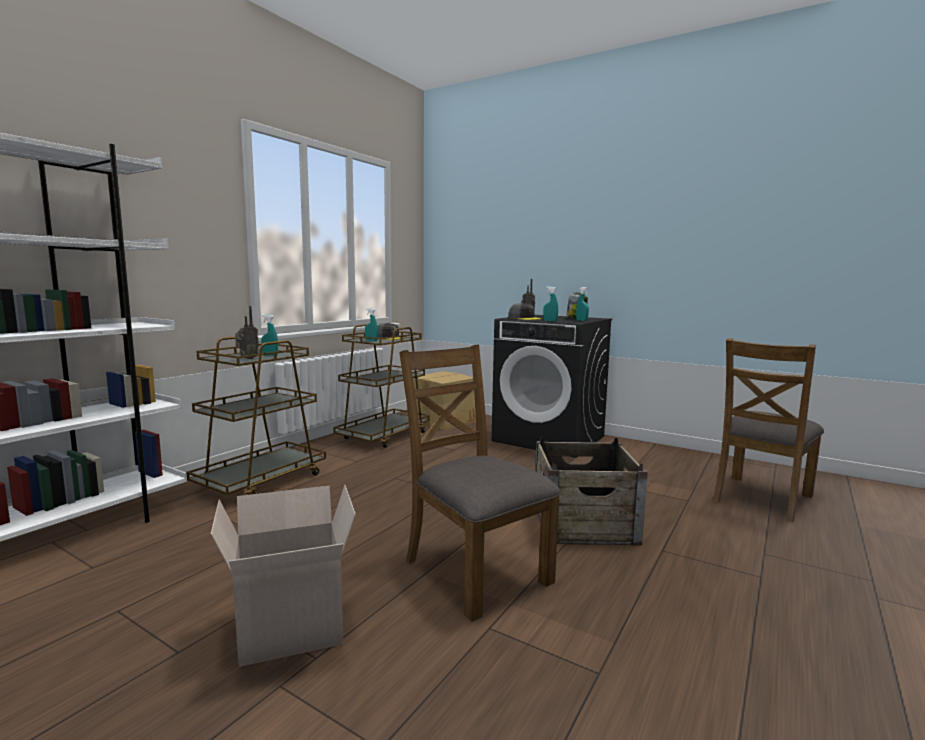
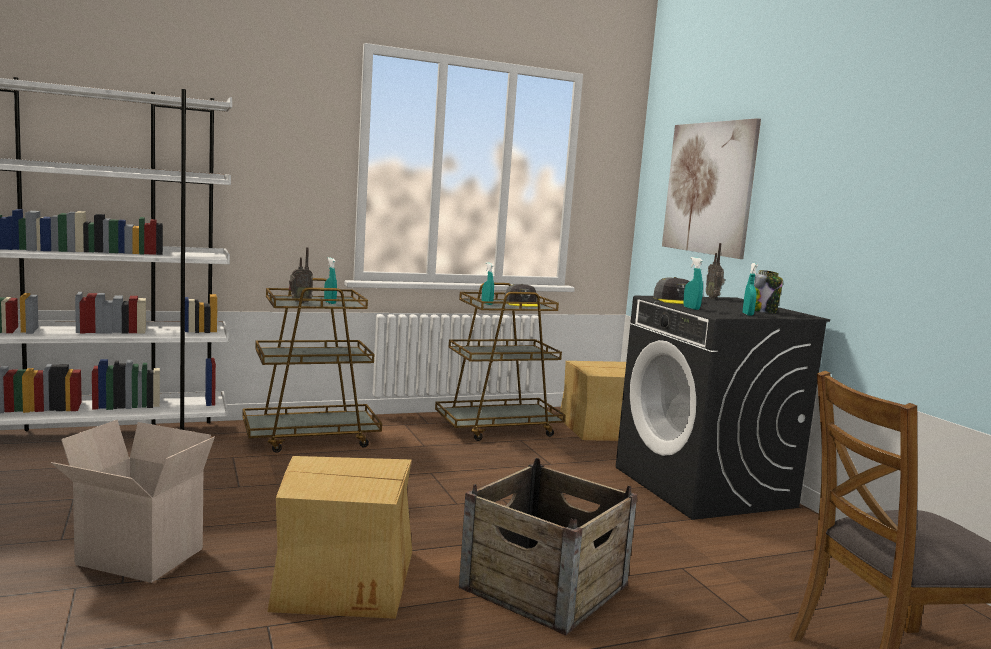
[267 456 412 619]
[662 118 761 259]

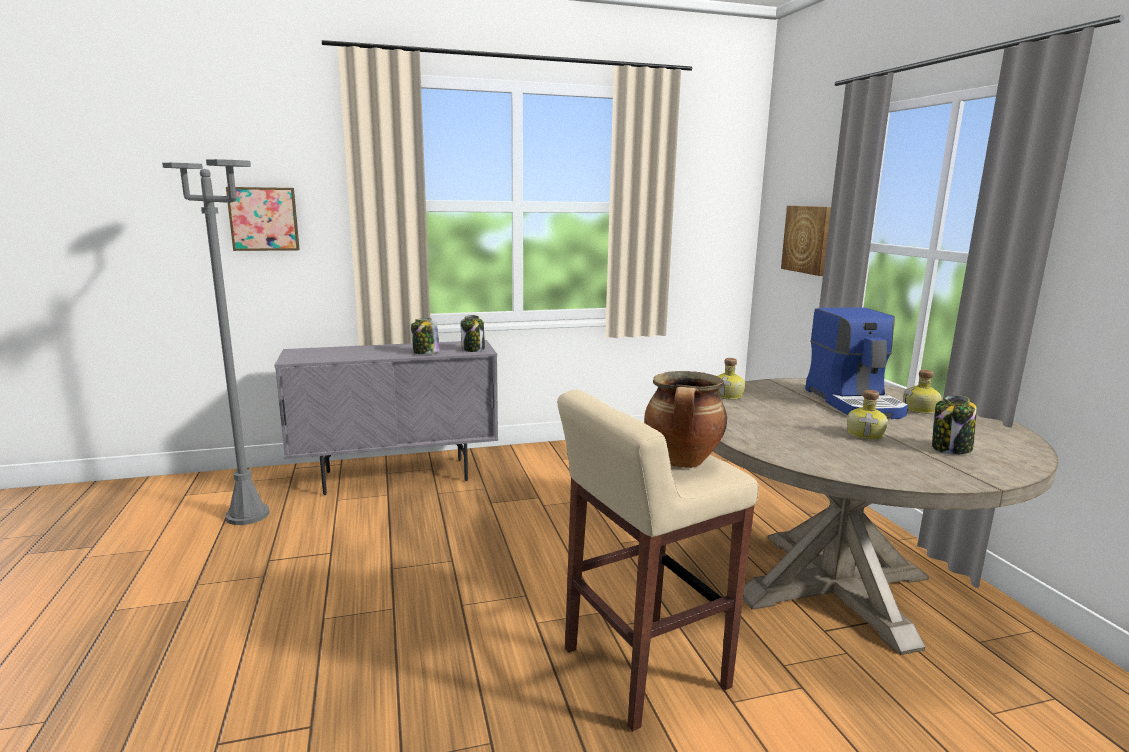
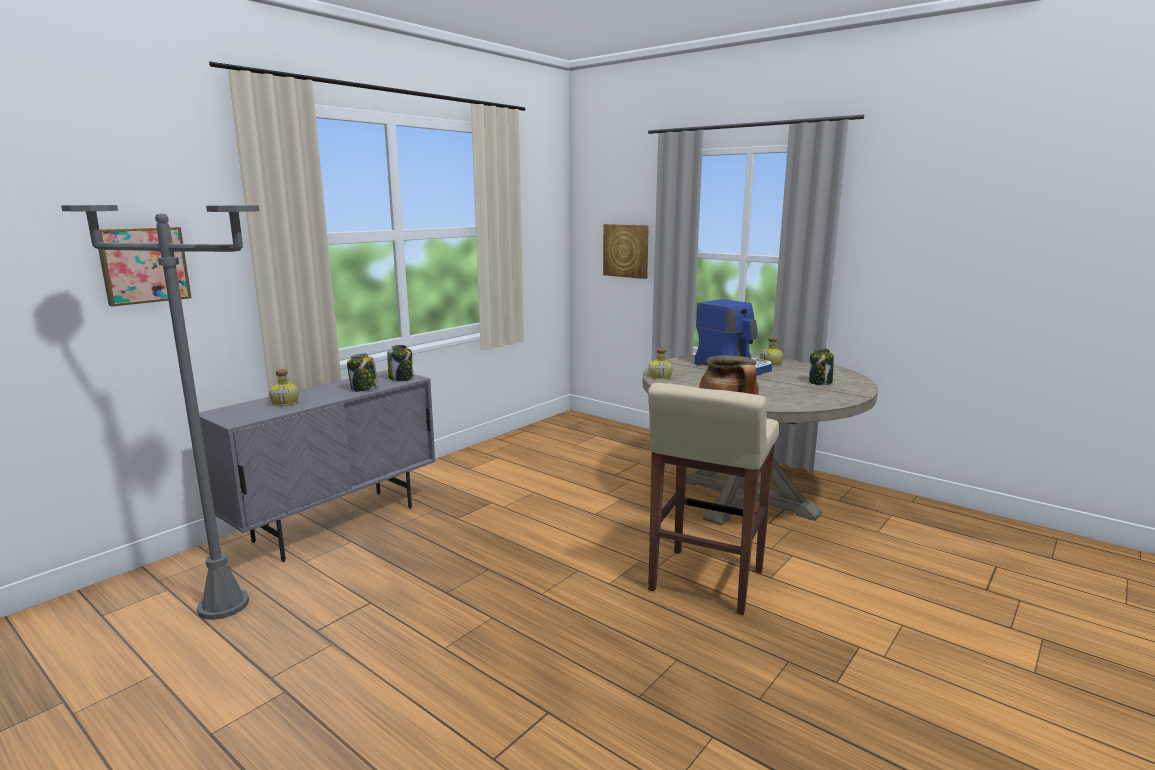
[269 369 299 406]

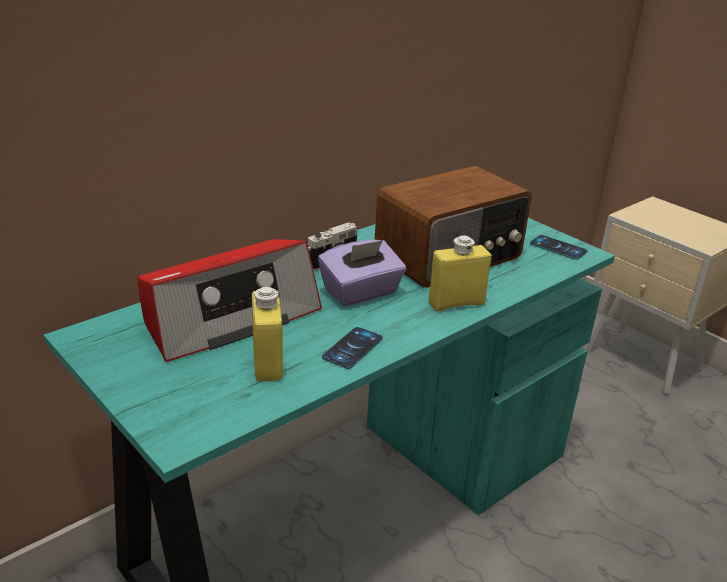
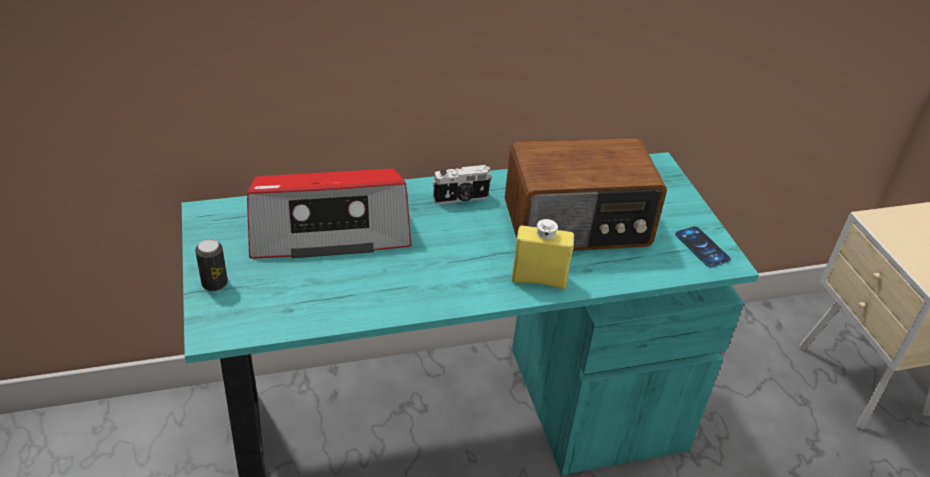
[195 239 228 291]
[252 287 283 381] (first image)
[318 239 406 306] (first image)
[322 327 383 369] (first image)

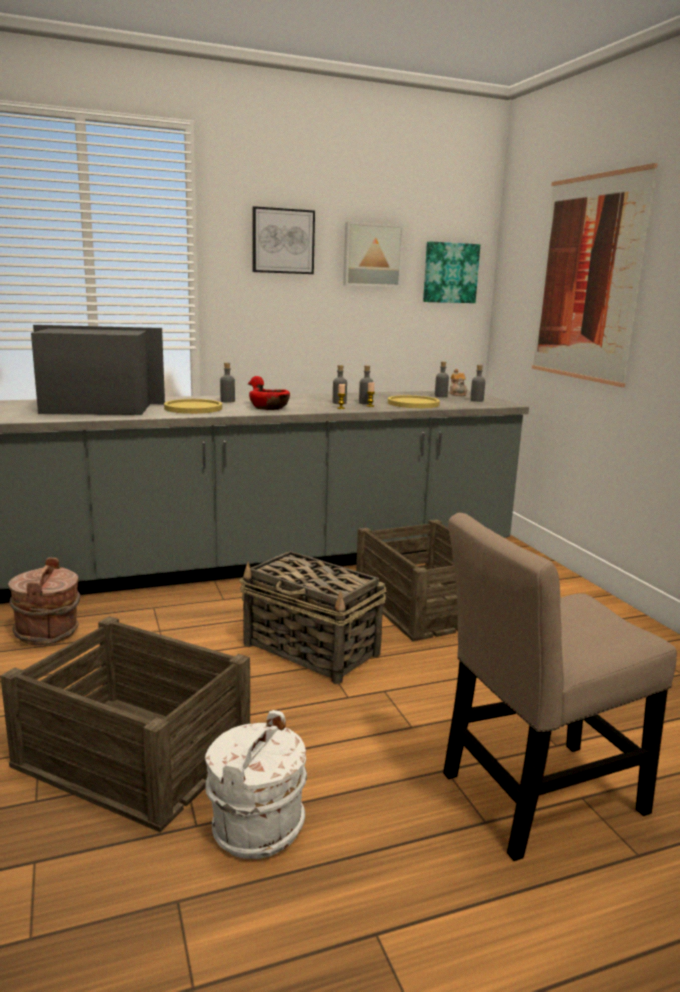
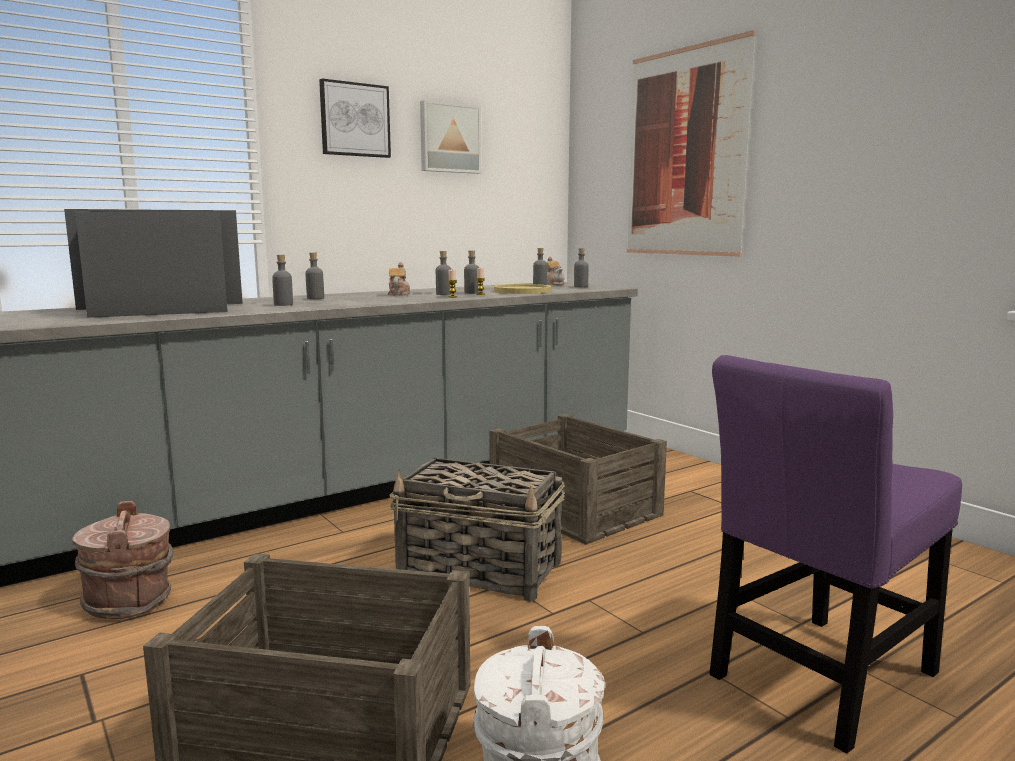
[272 255 293 306]
[388 262 410 296]
[710 355 962 753]
[248 376 290 410] (first image)
[423 241 480 303] (first image)

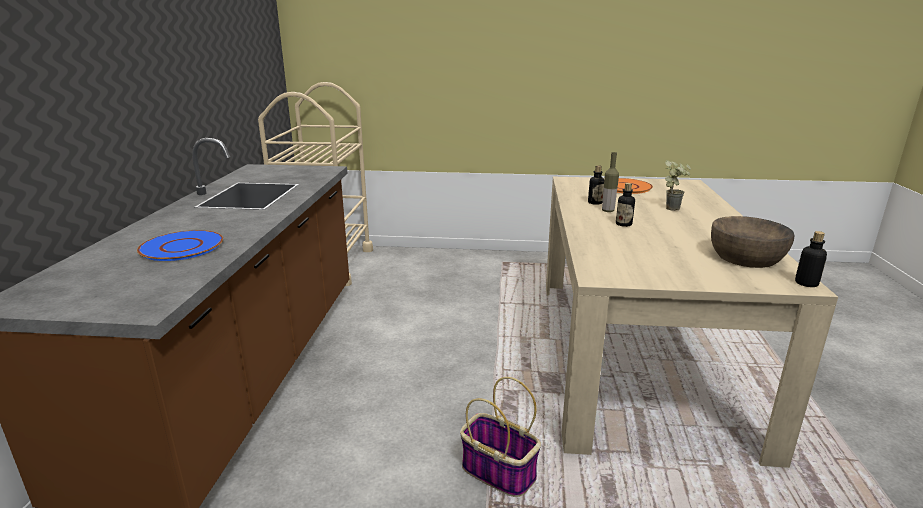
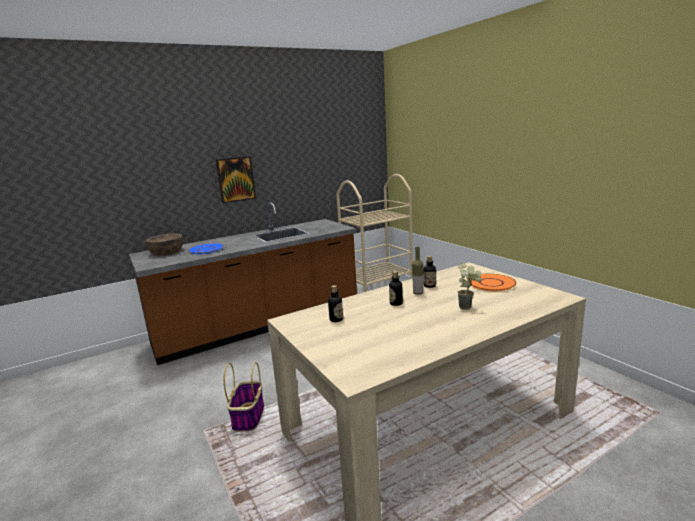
[145 234 183 256]
[216 156 256 203]
[328 285 343 322]

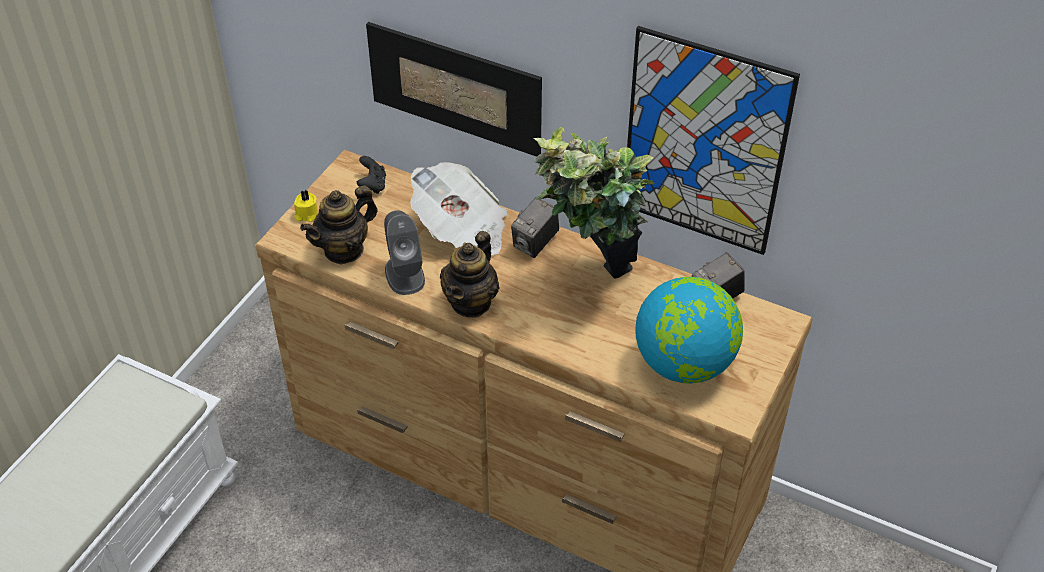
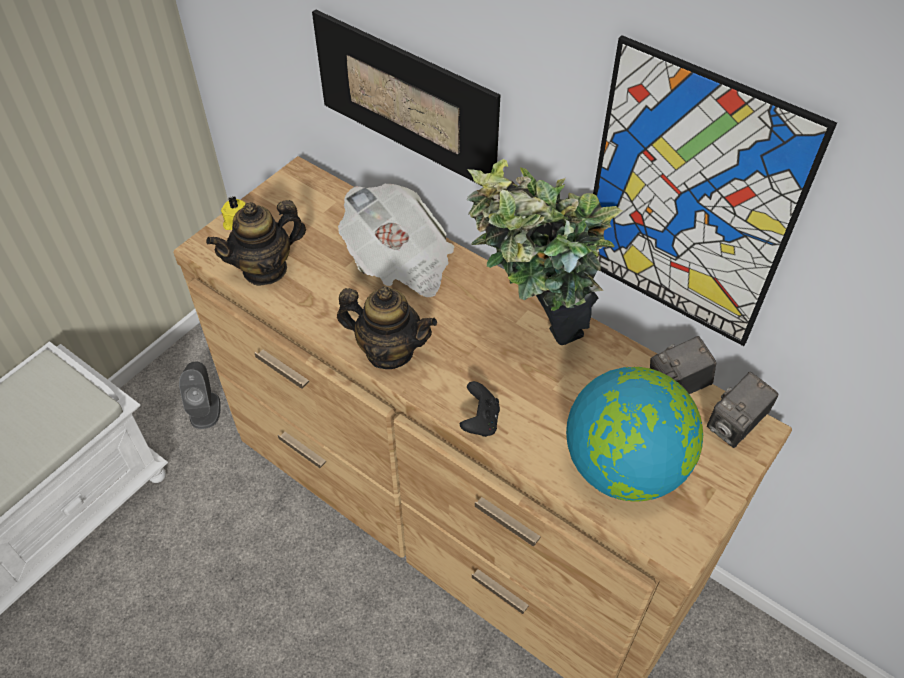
[179 362 221 429]
[337 286 437 369]
[460 381 500 437]
[707 372 778 448]

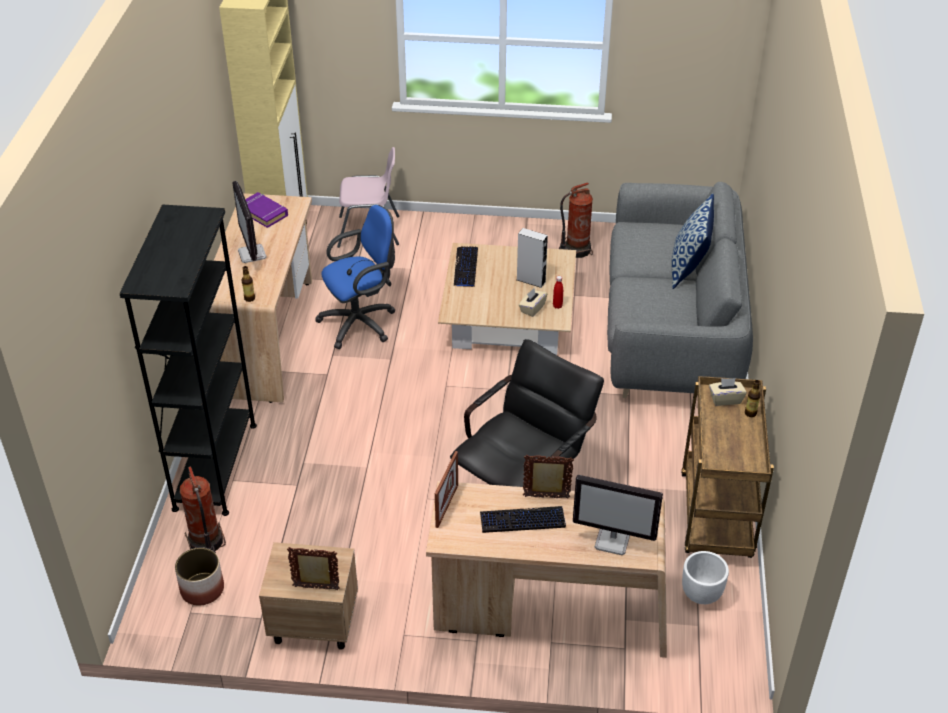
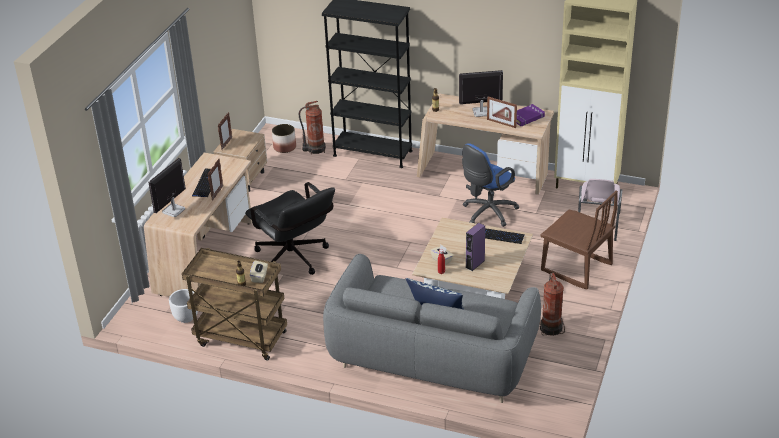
[462 143 519 227]
[466 223 485 271]
[487 97 517 128]
[541 190 618 290]

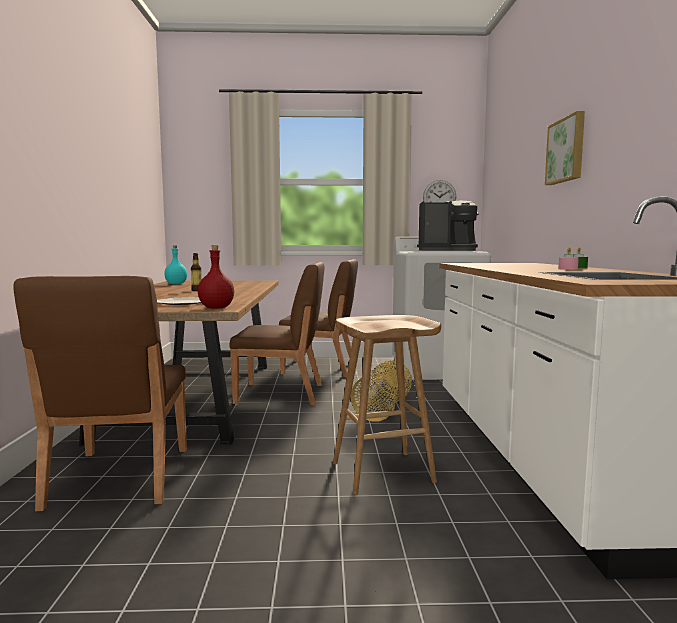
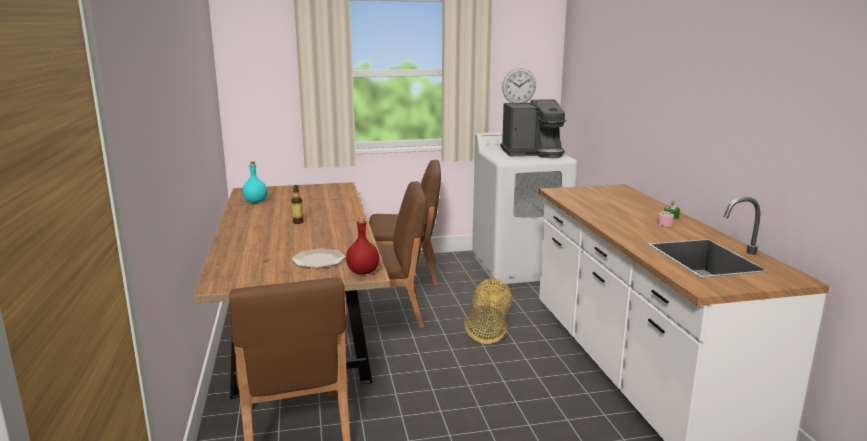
[333 315 441 495] (first image)
[545 111 585 185] (first image)

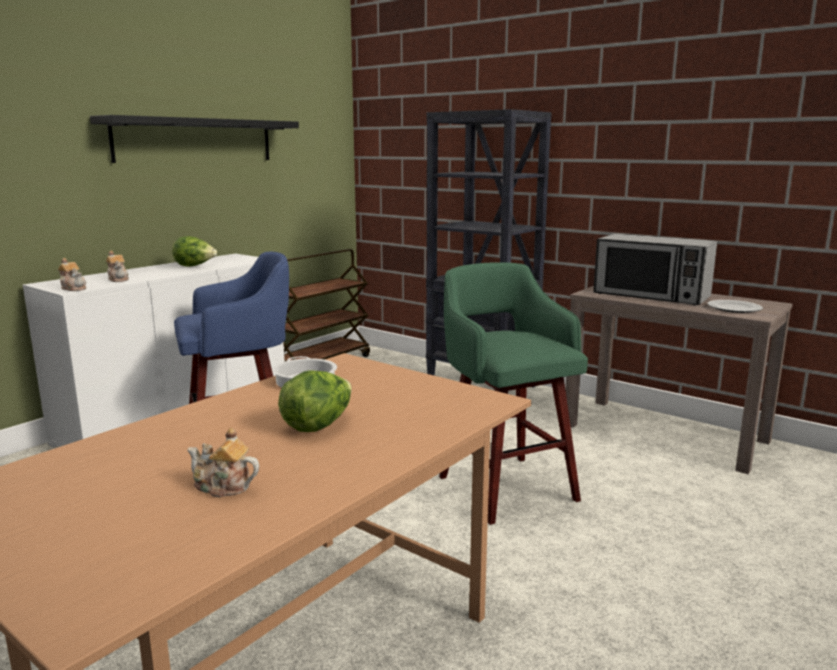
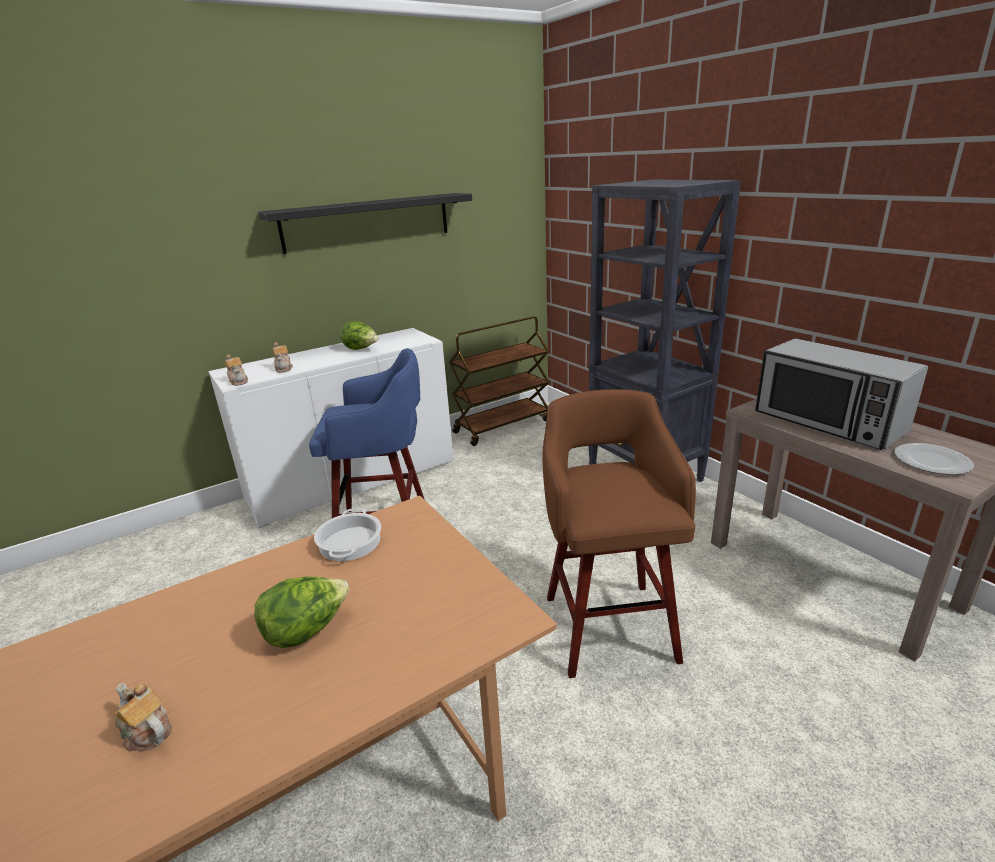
[542 389 696 678]

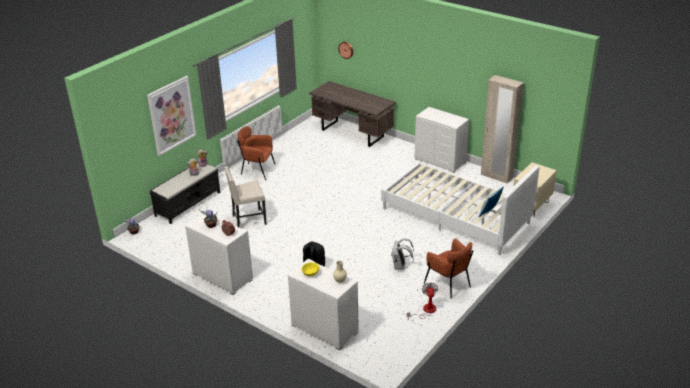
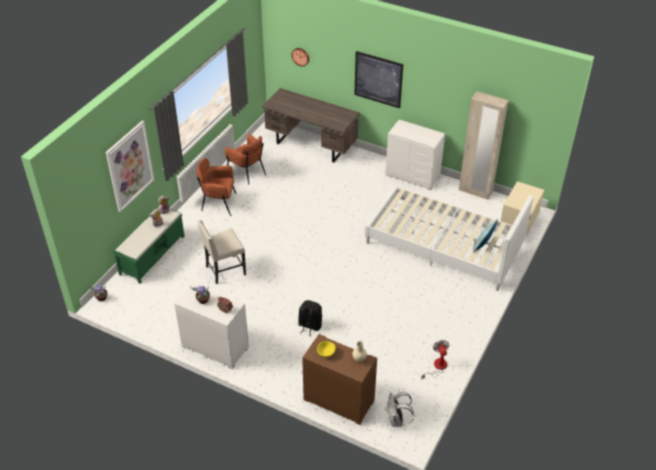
[113 206 185 284]
[225 134 266 185]
[302 334 377 425]
[354 51 403 108]
[387 392 414 427]

